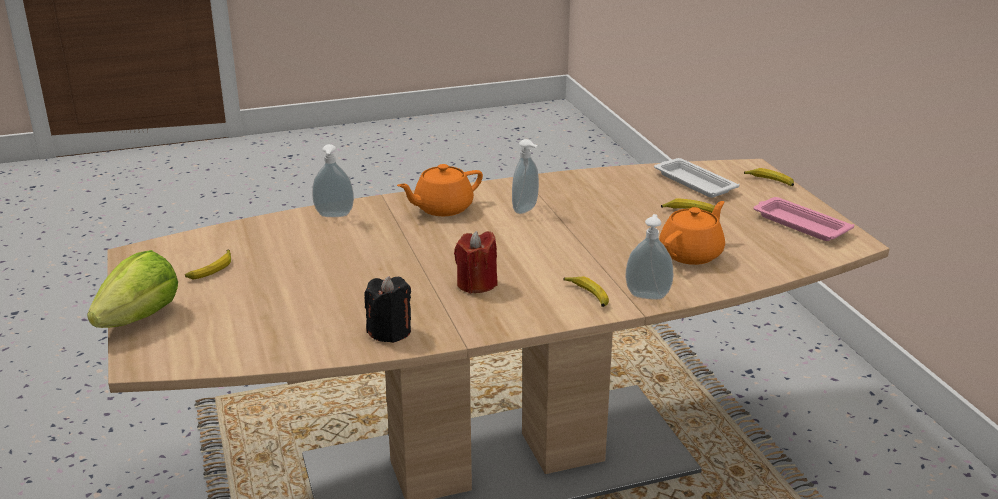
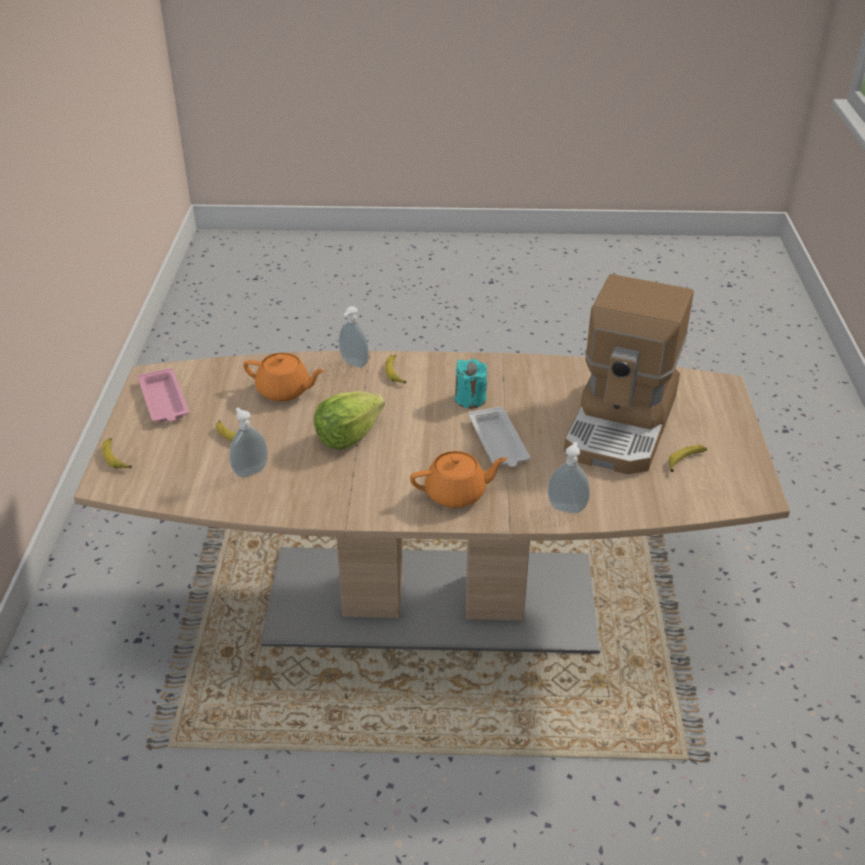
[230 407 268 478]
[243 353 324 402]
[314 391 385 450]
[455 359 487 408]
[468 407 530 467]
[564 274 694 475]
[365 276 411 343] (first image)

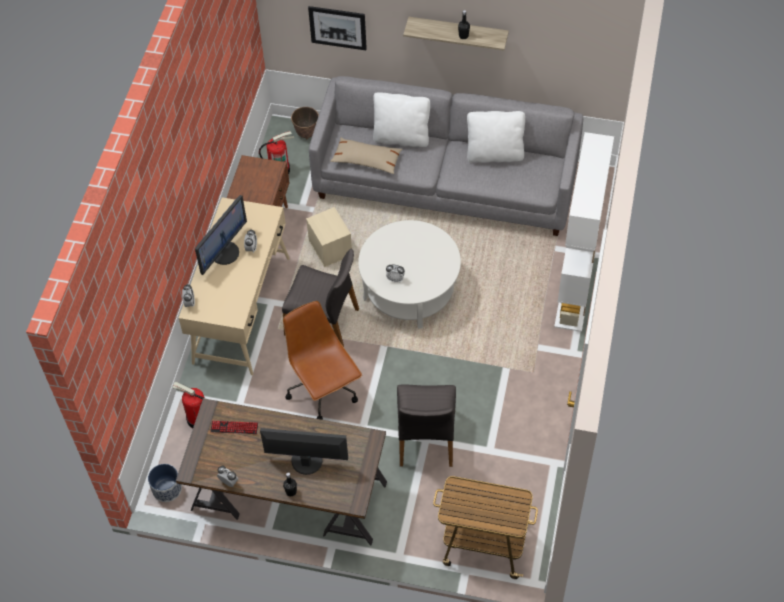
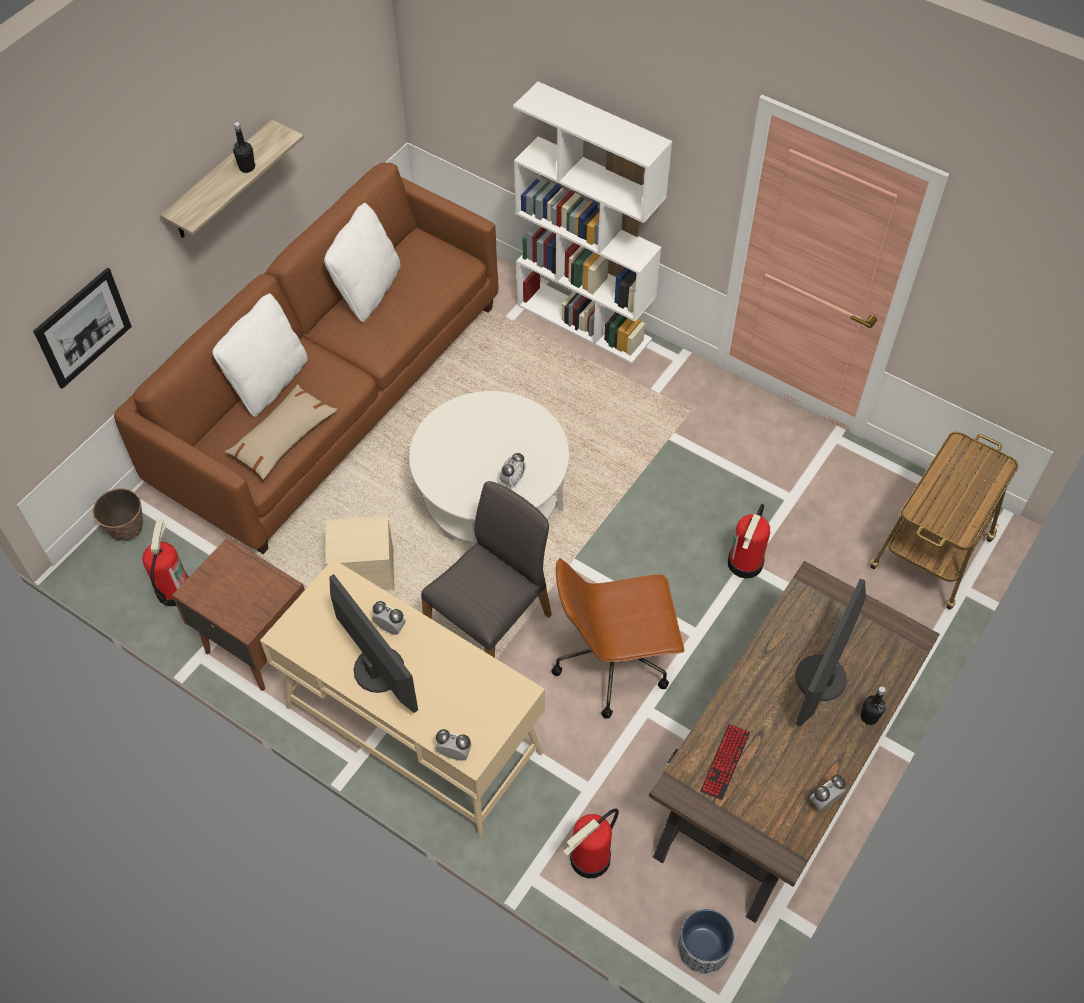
[114 163 498 554]
[728 504 770 579]

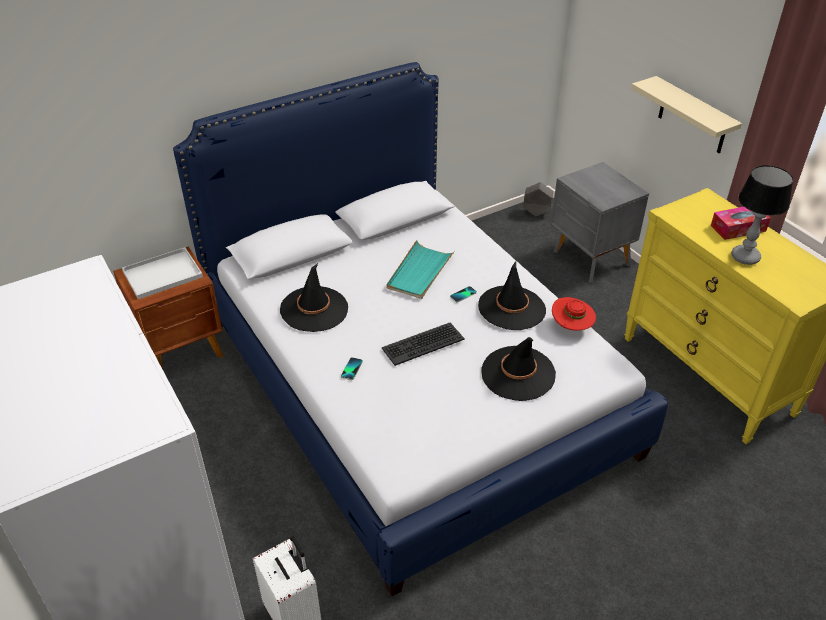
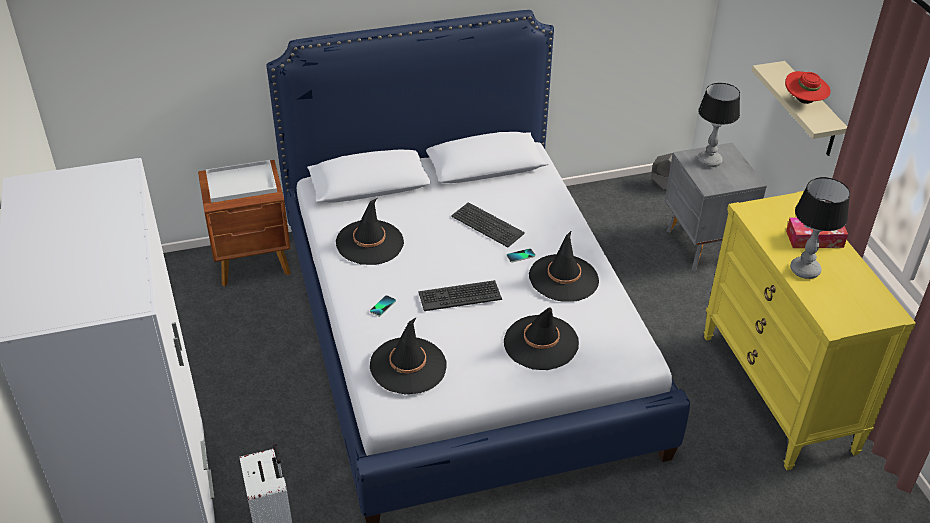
[370 317 447 394]
[451 202 525 247]
[698 83 740 167]
[785 71 831 104]

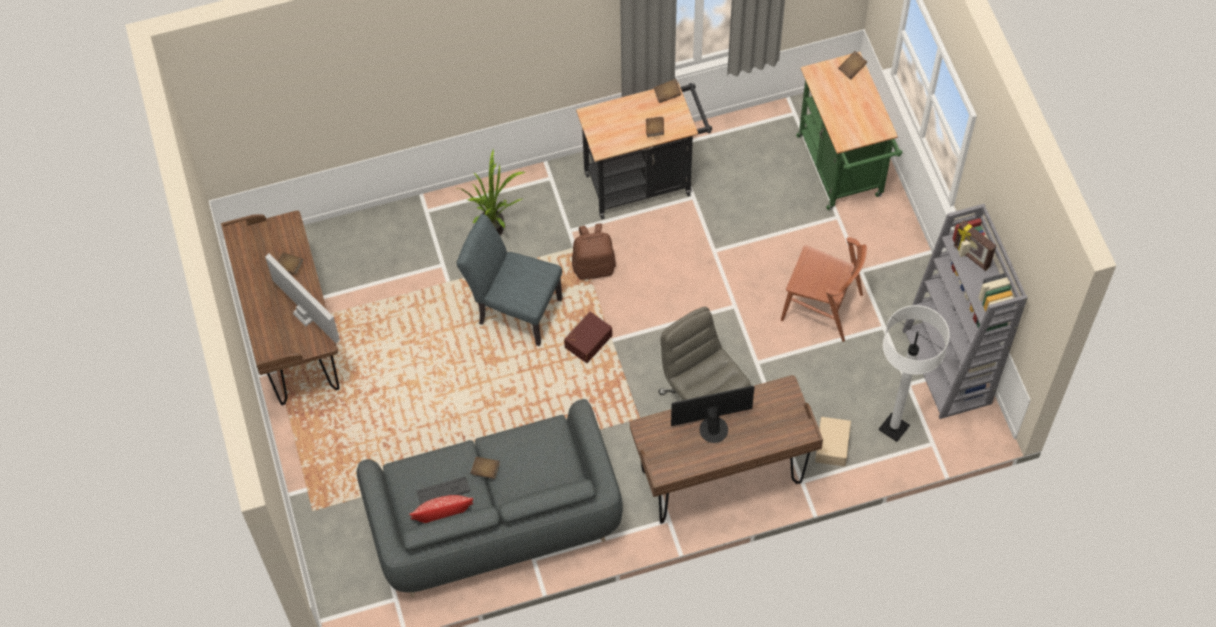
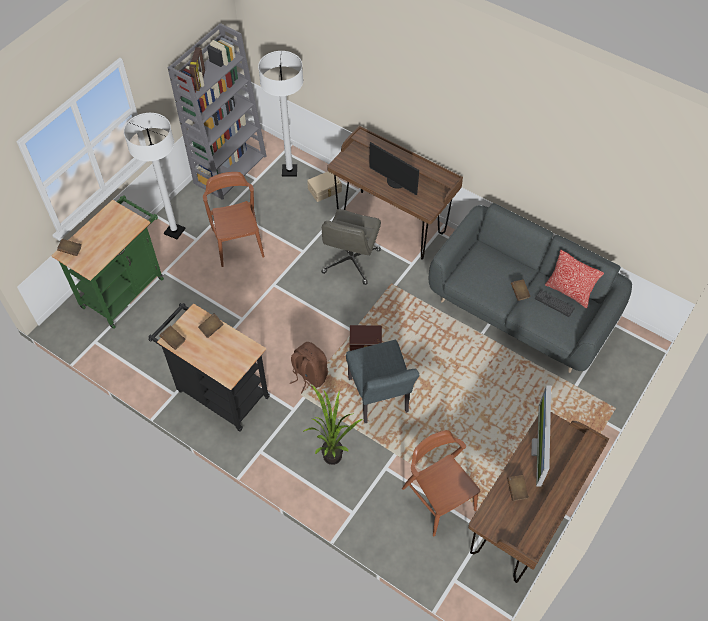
[124 113 186 239]
[402 430 480 536]

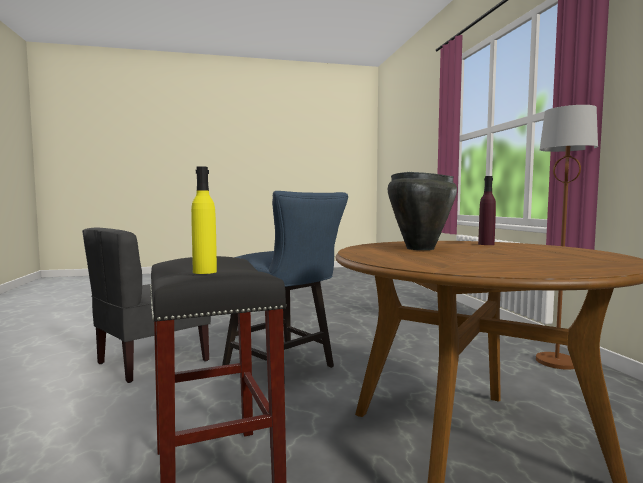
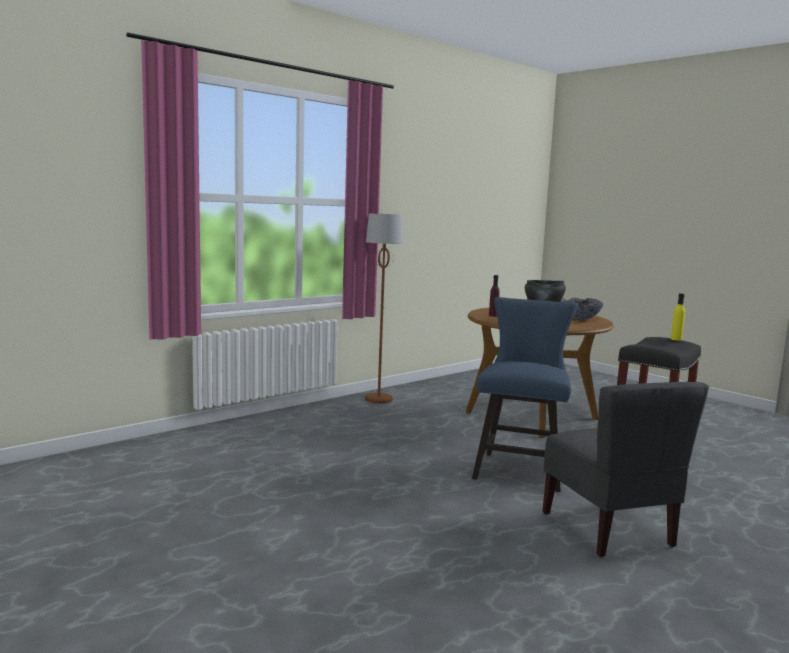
[542 382 709 557]
[561 298 603 320]

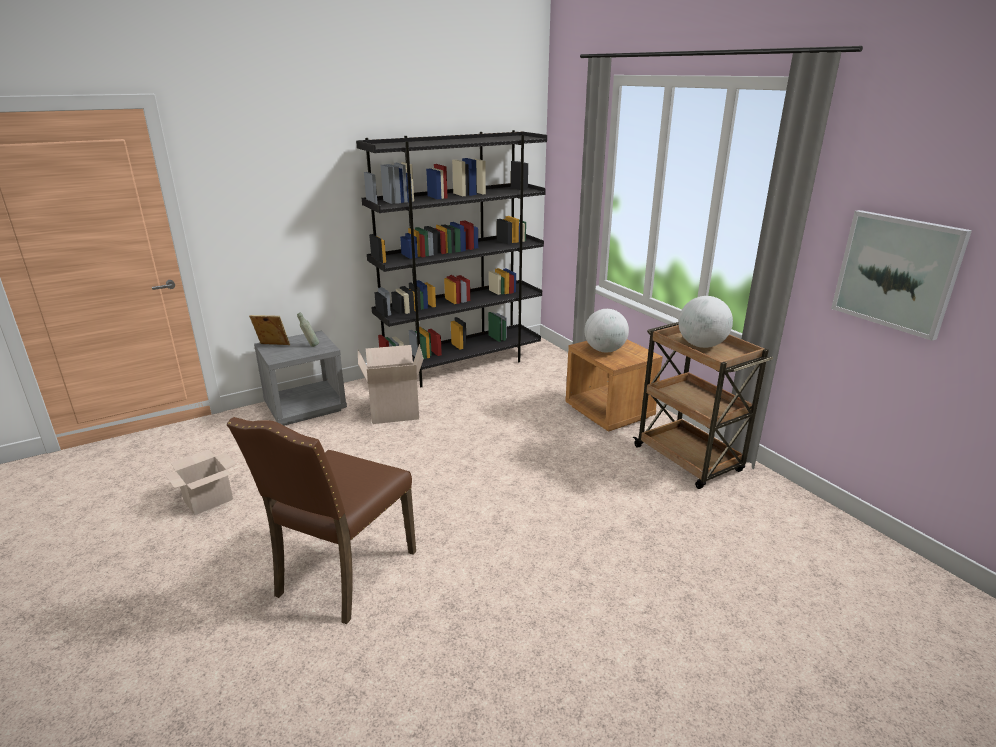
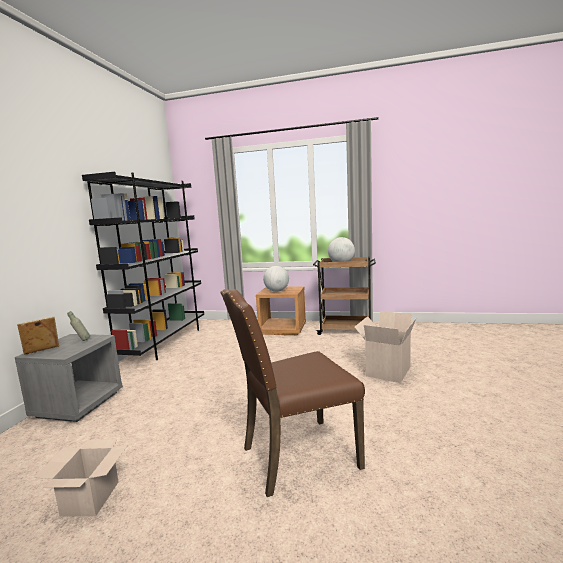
[220 289 365 497]
[354 311 416 383]
[831 210 972 341] (first image)

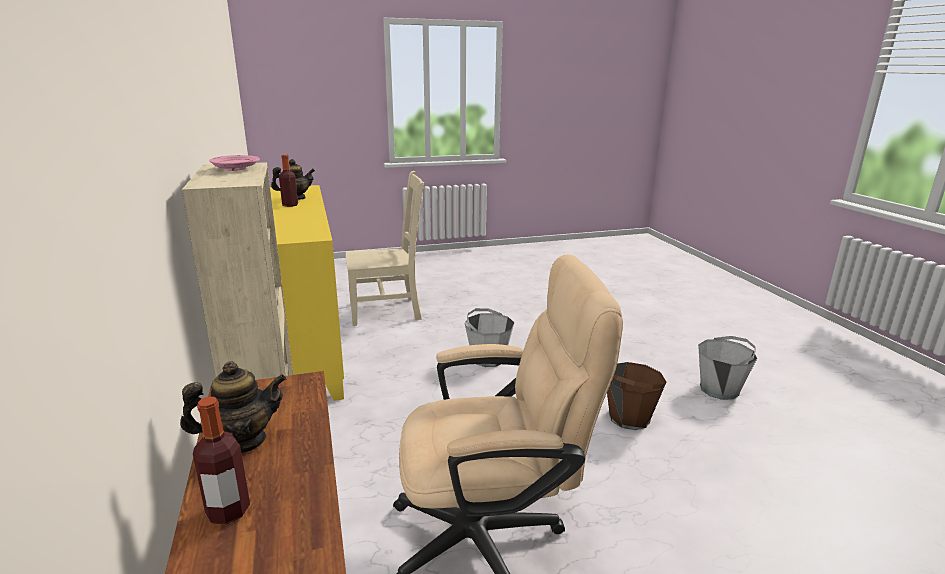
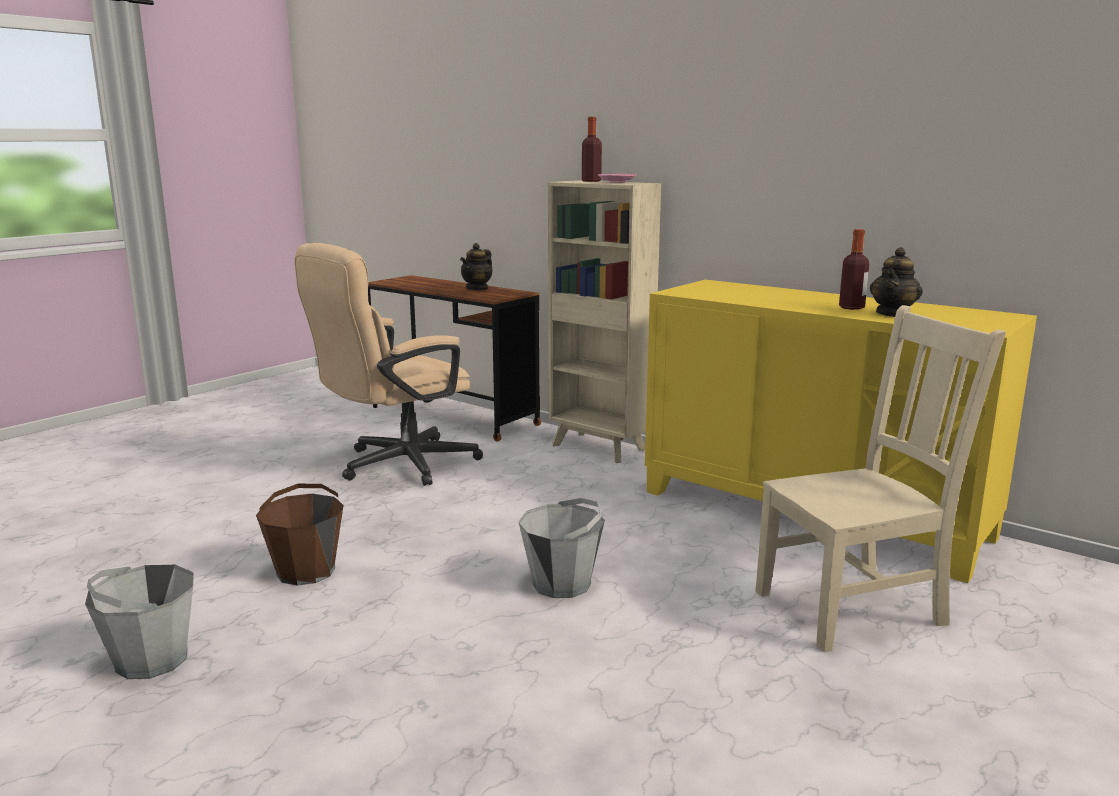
[582 117 602 182]
[755 305 1006 652]

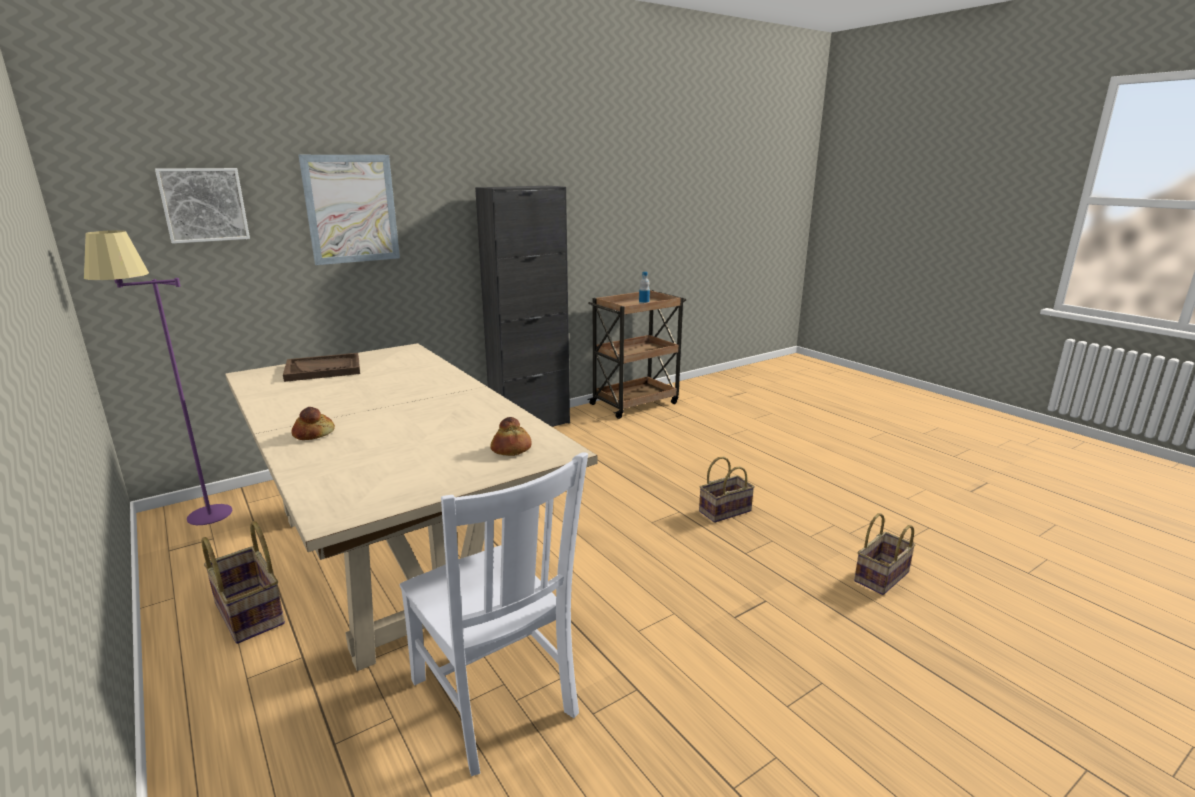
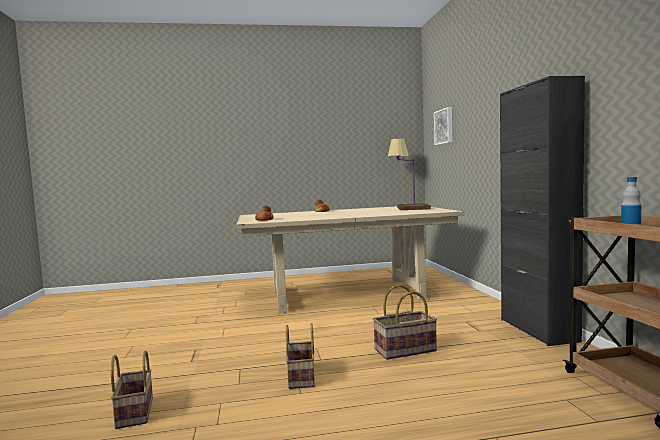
[373 284 437 360]
[298 155 400 265] (first image)
[400 452 588 776] (first image)

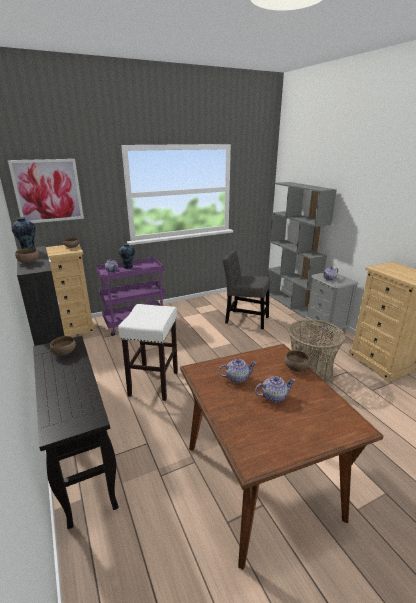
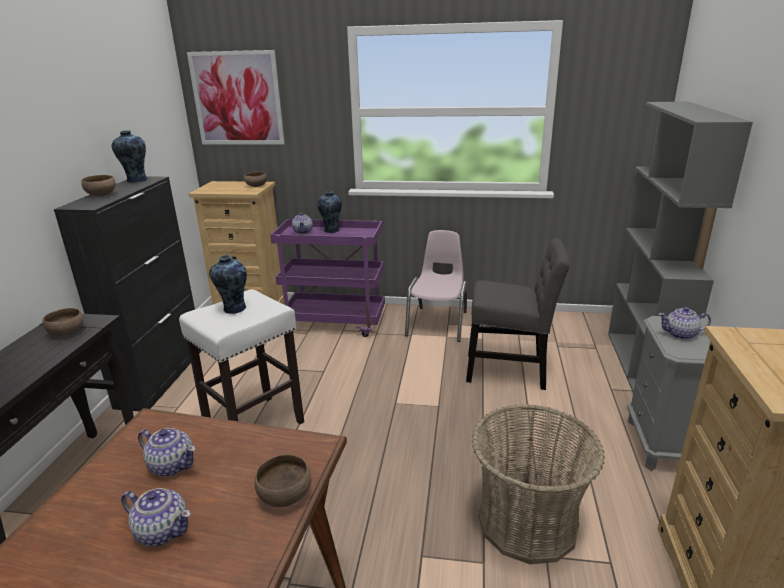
[209 255 247 314]
[405 230 467 342]
[466 238 570 390]

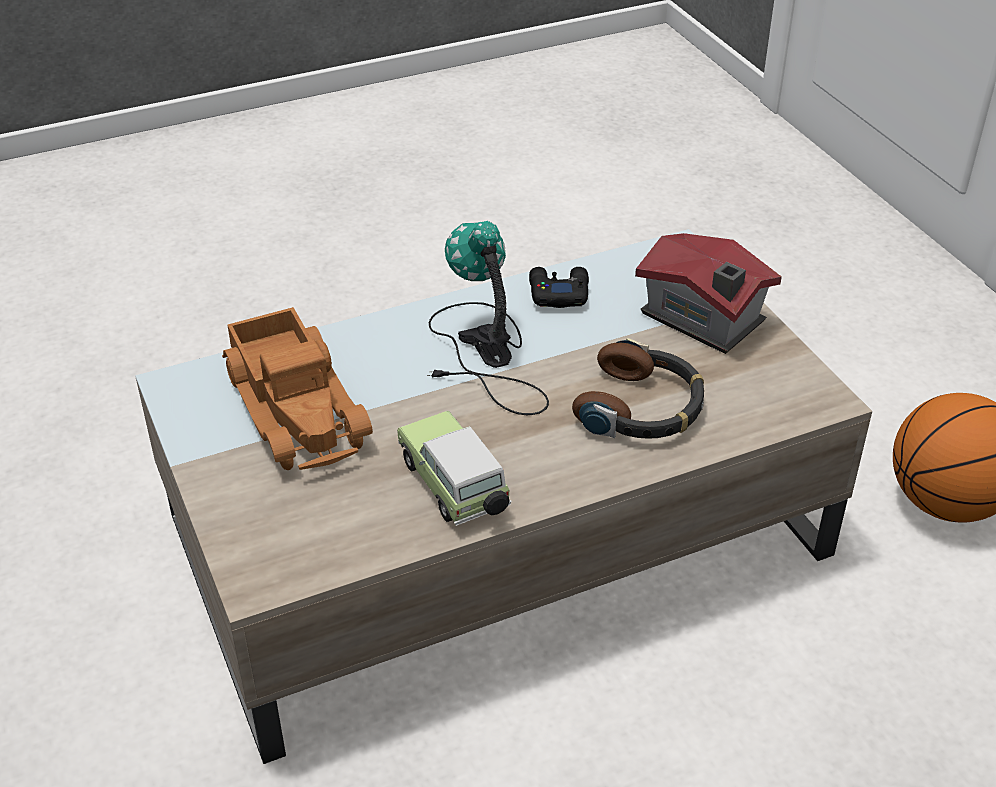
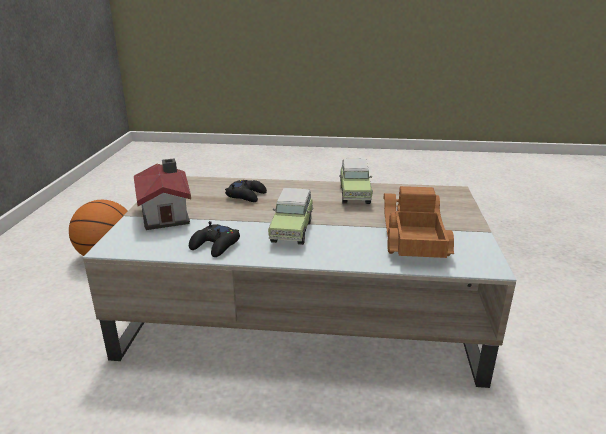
[225 180 267 202]
[268 188 314 245]

